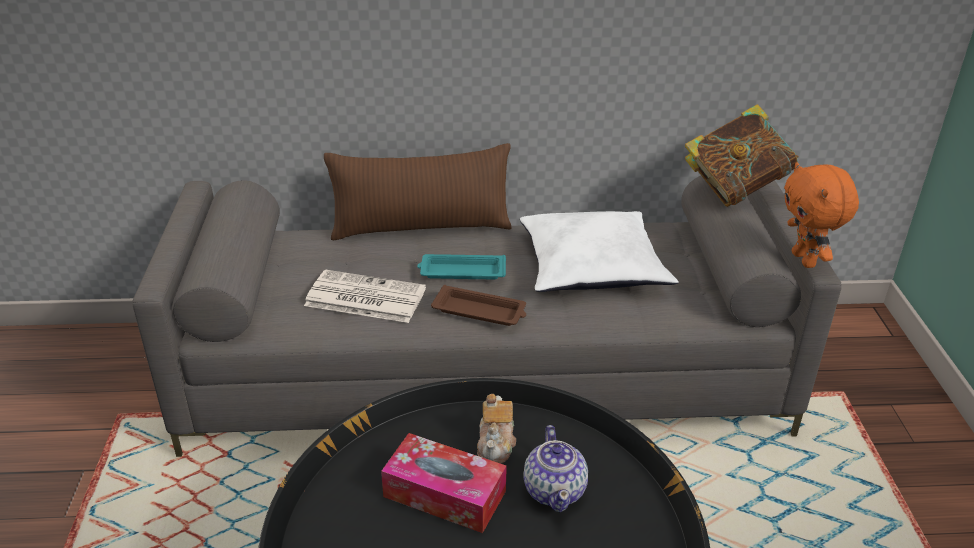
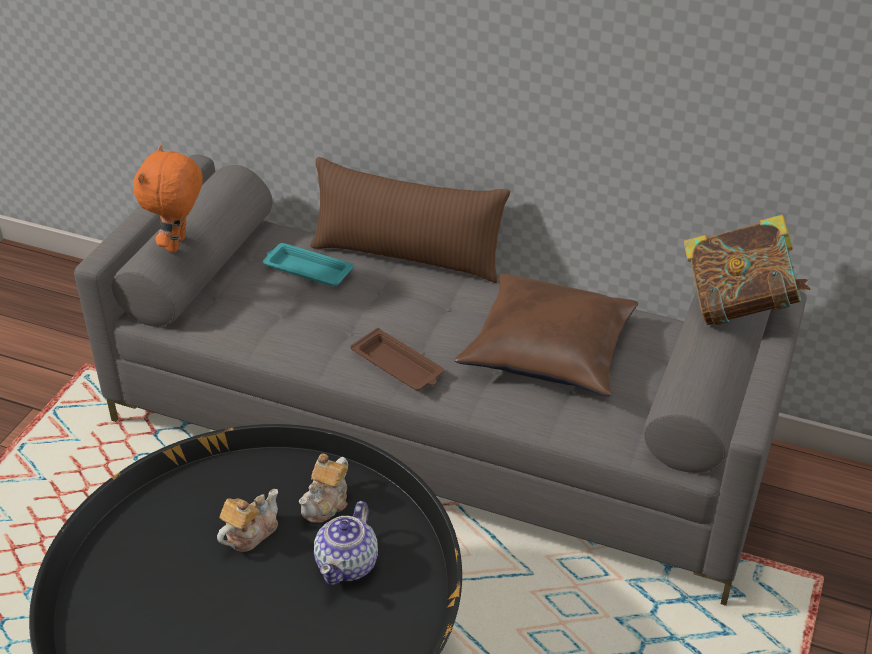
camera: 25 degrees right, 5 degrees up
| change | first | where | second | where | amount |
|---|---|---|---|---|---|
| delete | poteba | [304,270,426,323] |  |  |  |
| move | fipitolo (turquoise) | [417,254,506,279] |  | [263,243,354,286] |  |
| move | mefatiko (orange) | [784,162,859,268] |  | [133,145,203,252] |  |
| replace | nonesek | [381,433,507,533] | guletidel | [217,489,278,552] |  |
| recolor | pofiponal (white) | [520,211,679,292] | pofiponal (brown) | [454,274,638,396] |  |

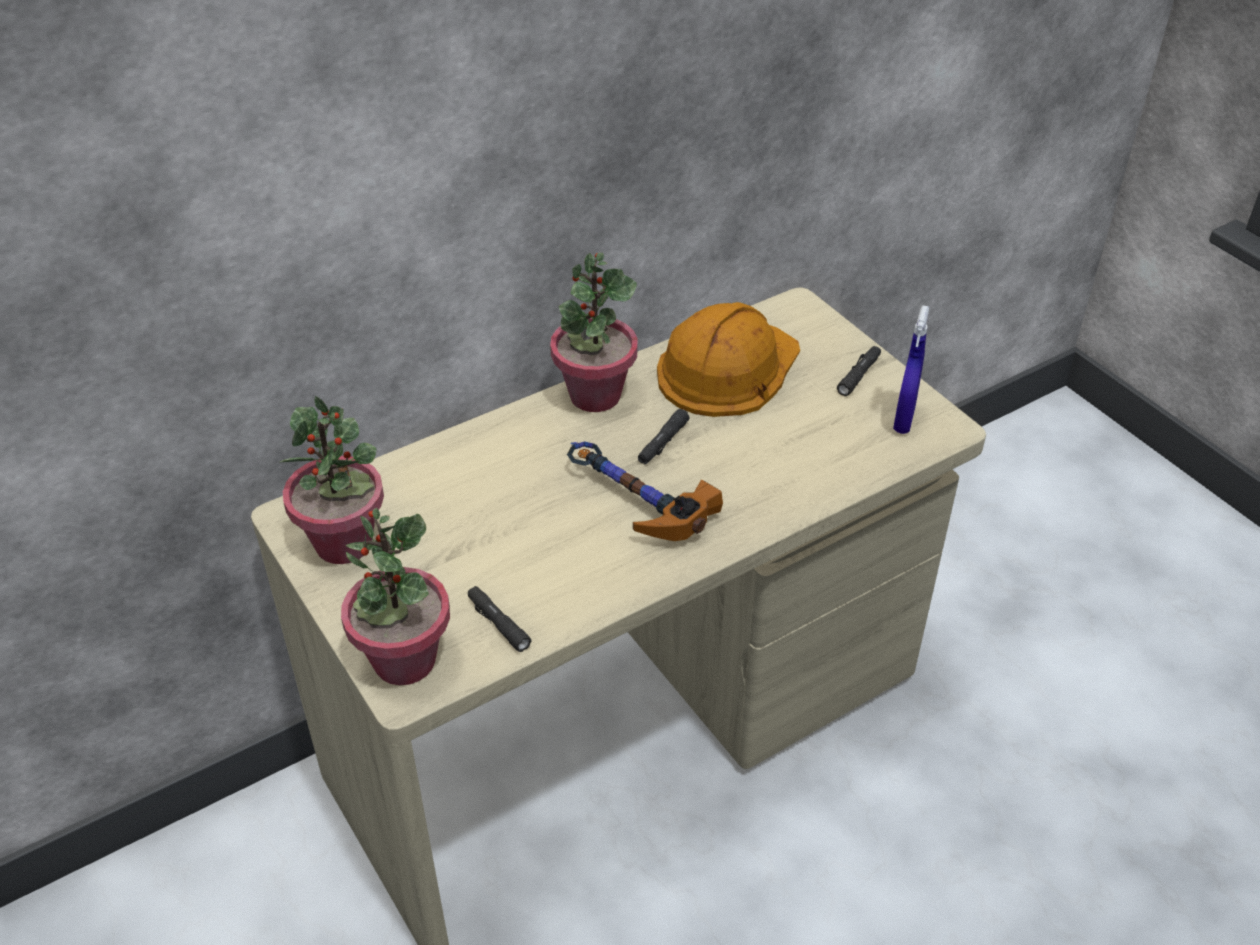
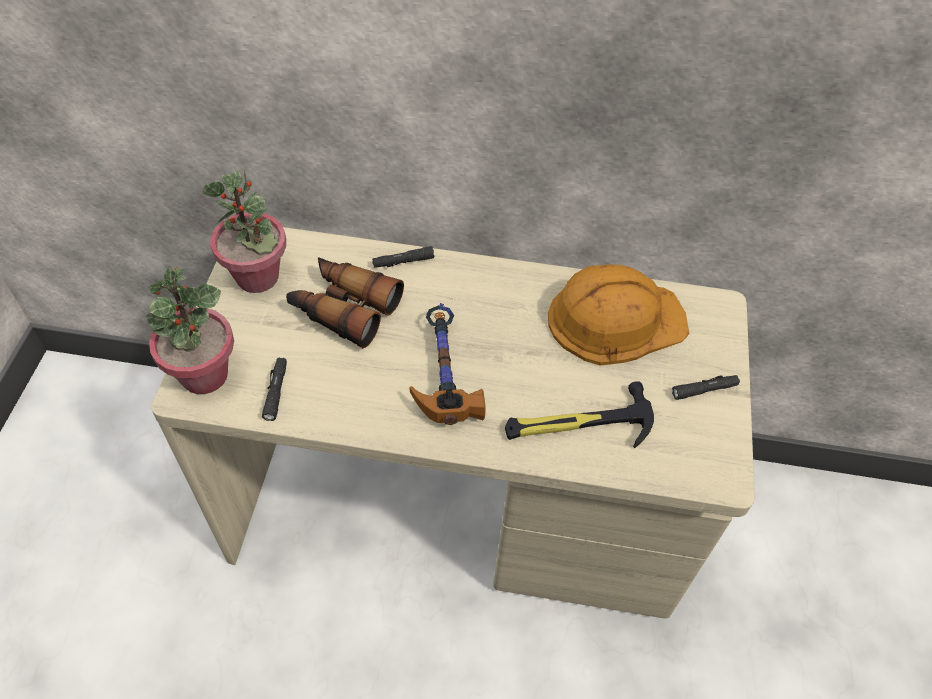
camera: 40 degrees right, 10 degrees up
| change | first | where | second | where | amount |
|---|---|---|---|---|---|
| delete | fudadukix | [550,253,638,412] |  |  |  |
| delete | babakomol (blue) | [893,306,929,434] |  |  |  |
| insert |  |  | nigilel | [286,257,404,348] |  |
| insert |  |  | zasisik | [505,381,654,448] |  |
| move | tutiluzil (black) | [638,409,690,464] |  | [372,246,434,268] |  |

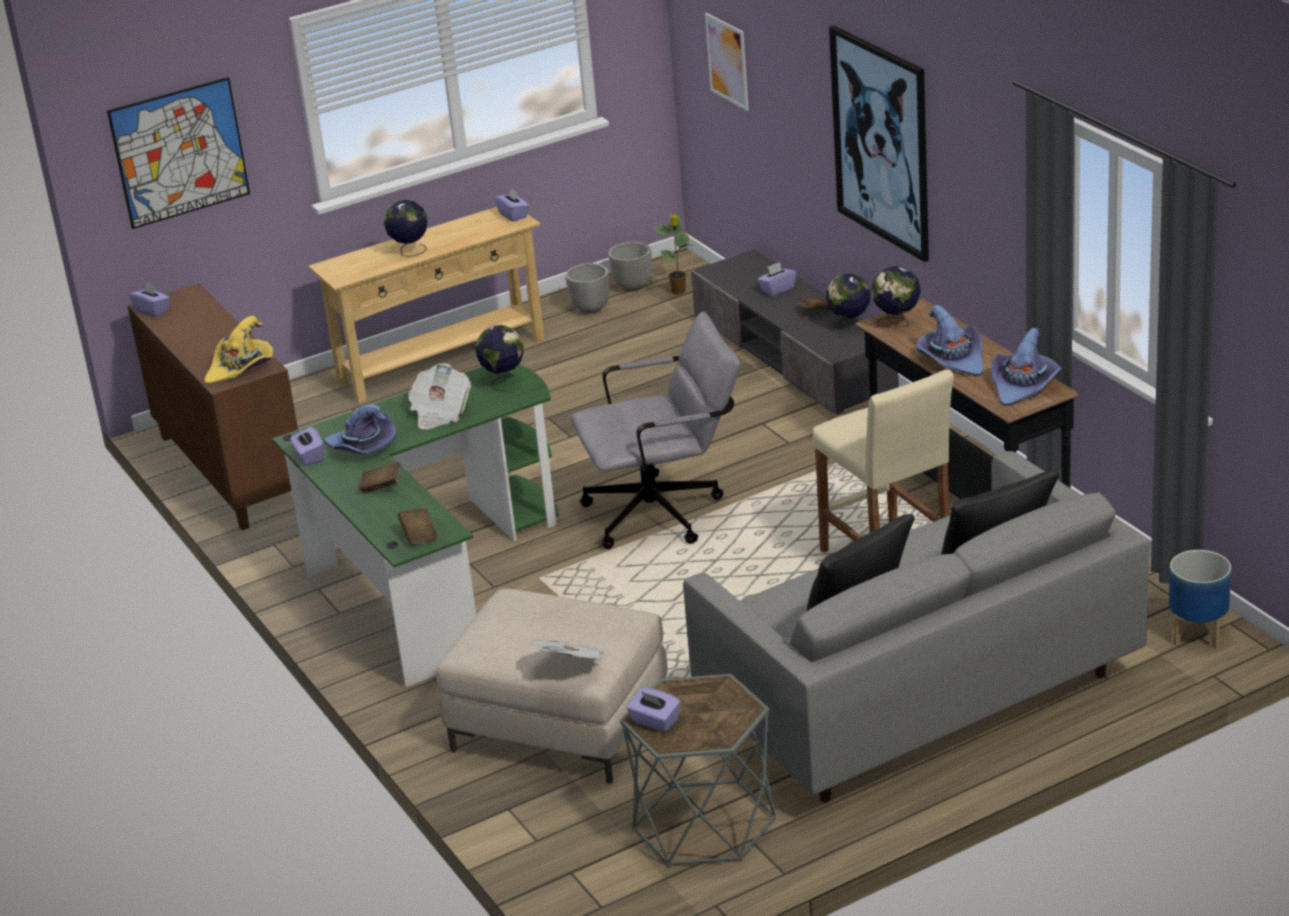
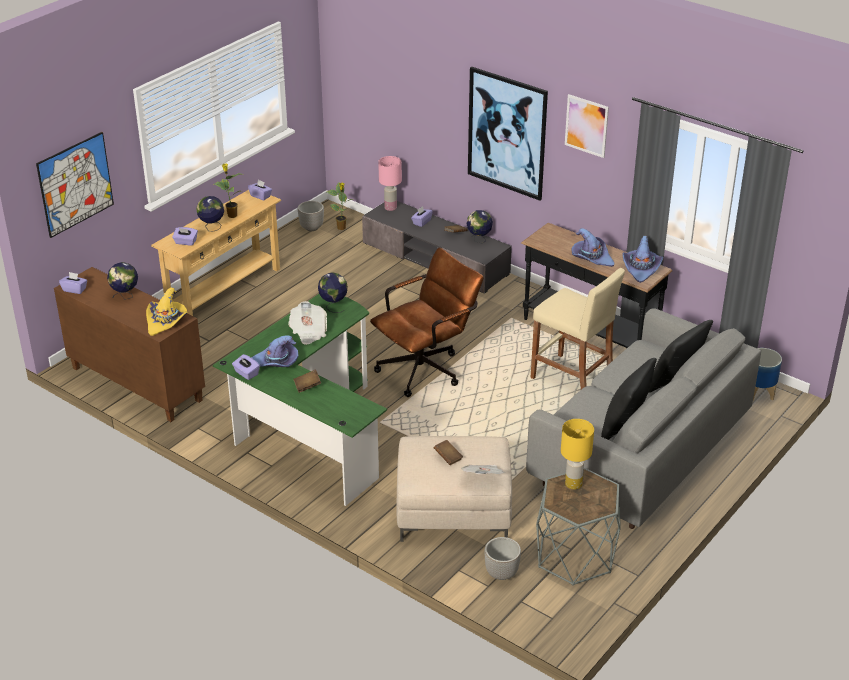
camera: 25 degrees left, 5 degrees up
| change | first | where | second | where | amount |
|---|---|---|---|---|---|
| insert |  |  | fudadukix | [214,163,244,218] |  |
| insert |  |  | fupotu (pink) | [378,156,402,211] |  |
| insert |  |  | fupotu (yellow) | [561,419,594,489] |  |
| move | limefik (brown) | [398,508,438,545] |  | [434,440,463,465] |  |
| move | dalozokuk | [565,263,609,314] |  | [484,537,521,580] |  |
| move | nonesek (purple) | [627,688,681,732] |  | [172,227,198,246] |  |
| move | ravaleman | [705,13,749,111] |  | [565,94,609,158] |  |
| move | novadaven | [872,266,921,327] |  | [107,262,138,300] |  |
| recolor | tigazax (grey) | [570,312,741,549] | tigazax (brown) | [370,248,483,397] |  |

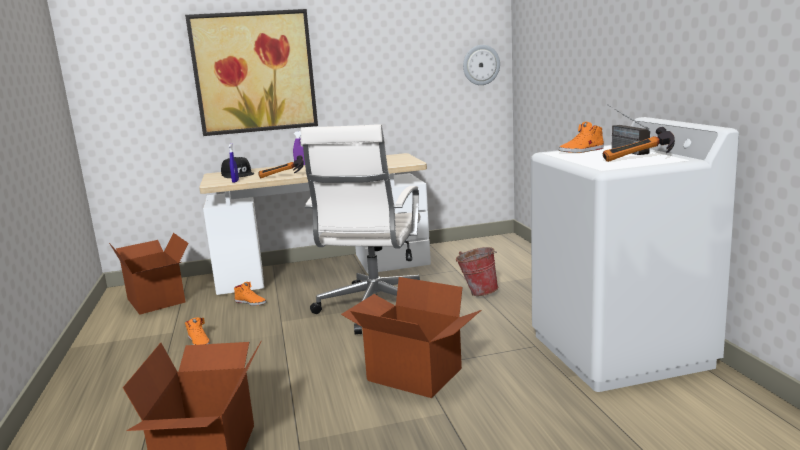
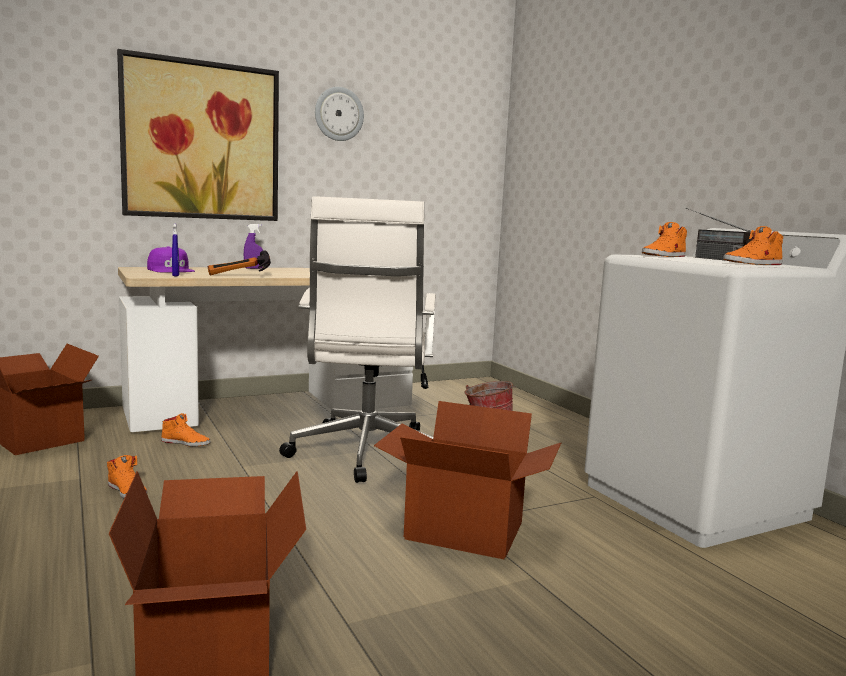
camera: 15 degrees left, 5 degrees down
| change | first | where | second | where | amount |
|---|---|---|---|---|---|
| move | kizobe | [463,45,500,85] |  | [315,87,364,141] |  |
| replace | zasisik | [603,127,675,162] | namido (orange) | [723,226,783,265] |  |
| recolor | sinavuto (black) | [221,157,254,178] | sinavuto (purple) | [147,246,195,272] |  |

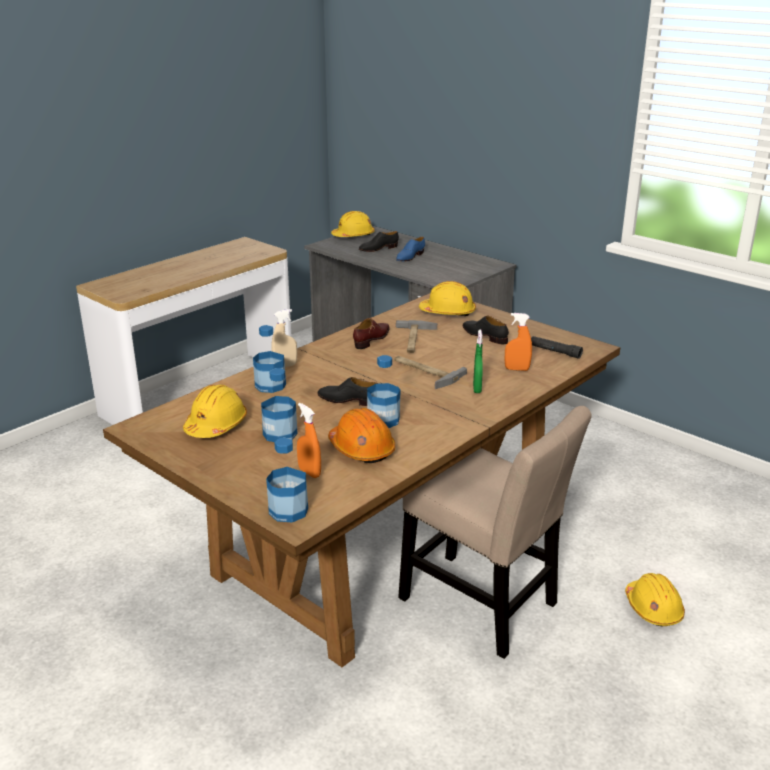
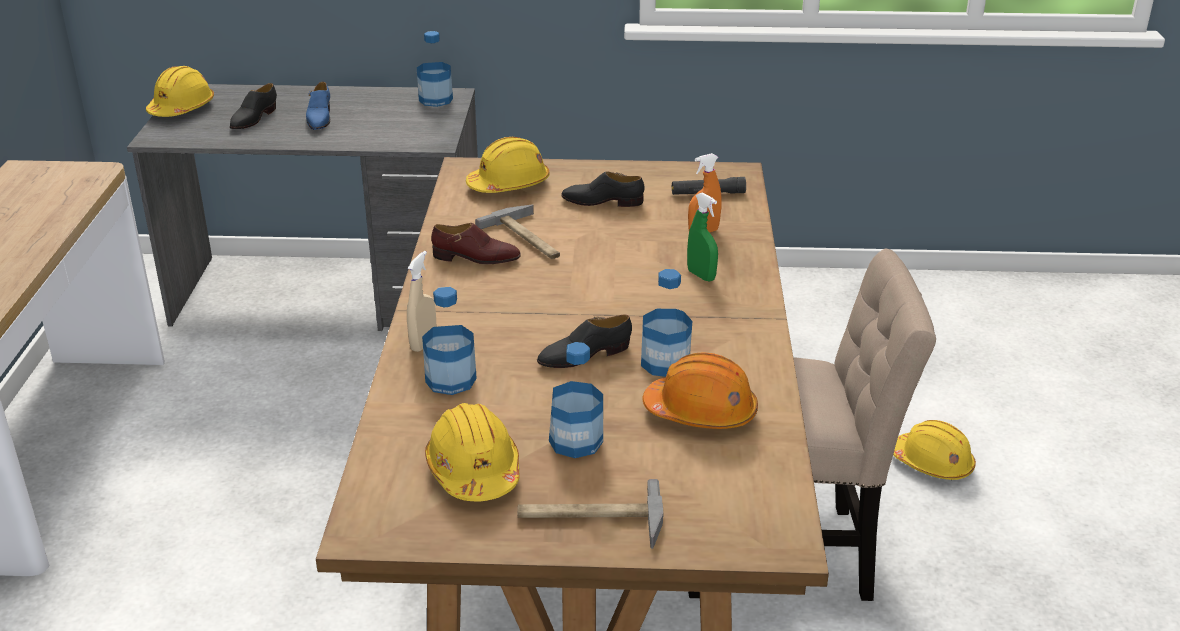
camera: 40 degrees left, 5 degrees up
| change | first | where | second | where | amount |
|---|---|---|---|---|---|
| delete | babakomol (orange) | [297,403,321,478] |  |  |  |
| move | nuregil | [266,437,308,522] |  | [417,31,453,107] |  |
| move | zasisik | [394,356,467,389] |  | [518,479,664,549] |  |
| rotate | namido (brown) | [353,318,390,349] |  | [431,223,521,264] | 105 degrees clockwise |

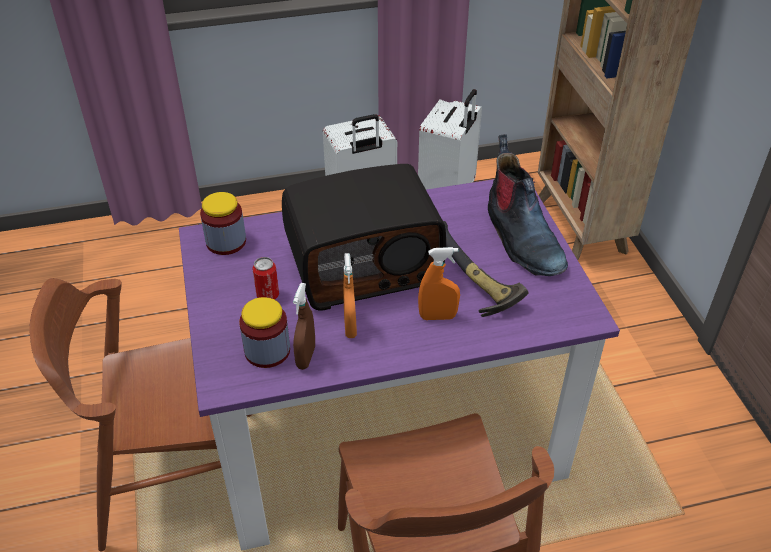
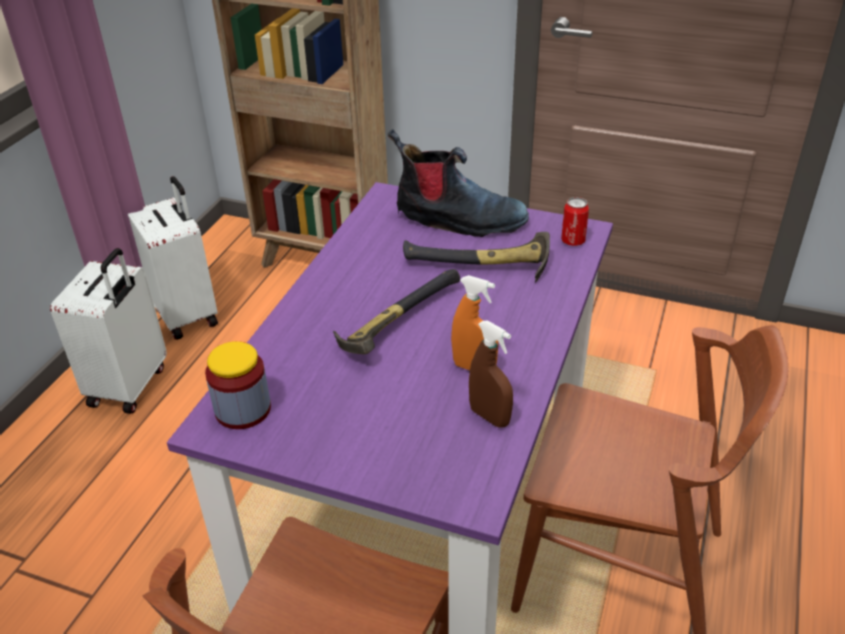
camera: 55 degrees left, 5 degrees down
| change | first | where | second | where | amount |
|---|---|---|---|---|---|
| delete | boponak | [239,297,290,368] |  |  |  |
| delete | babakomol (orange) | [418,247,460,320] |  |  |  |
| move | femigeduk | [252,257,279,300] |  | [561,197,589,246] |  |
| replace | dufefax | [282,164,446,311] | zasisik | [333,269,460,354] |  |

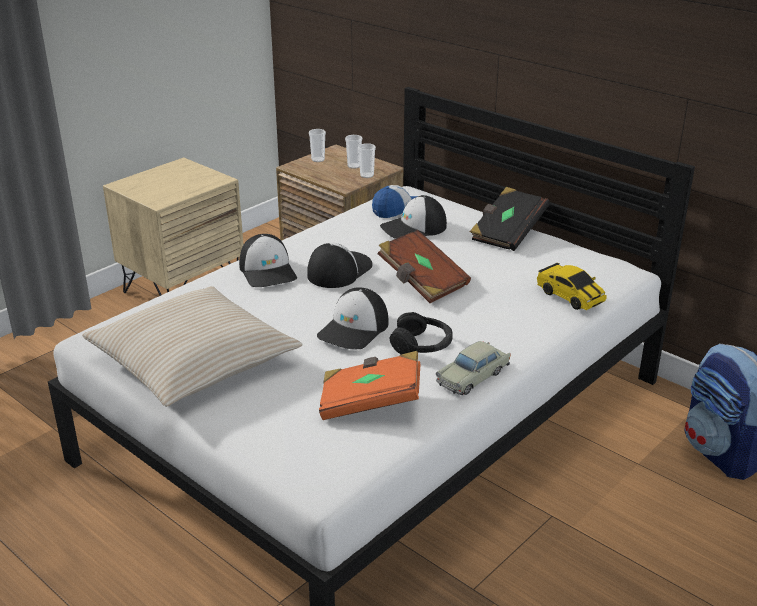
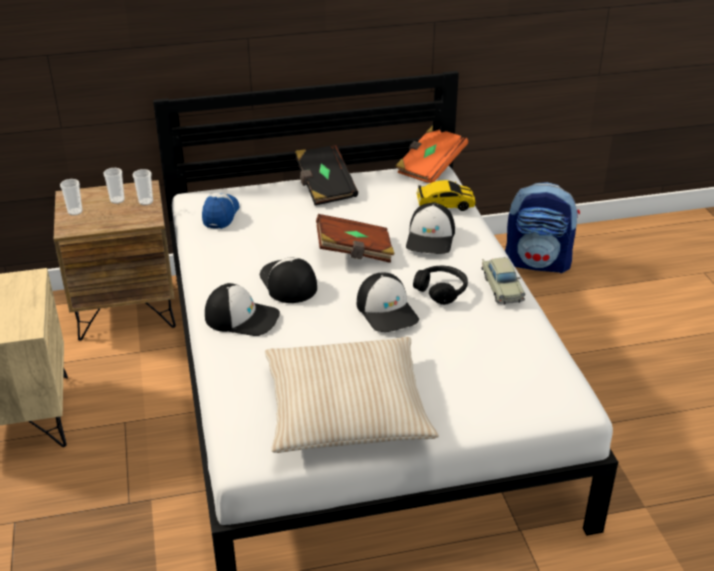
camera: 55 degrees left, 5 degrees up
| change | first | where | second | where | amount |
|---|---|---|---|---|---|
| move | limefik (orange) | [319,351,420,420] |  | [396,125,468,183] |  |
| move | sinavuto | [380,195,447,239] |  | [406,203,455,254] |  |

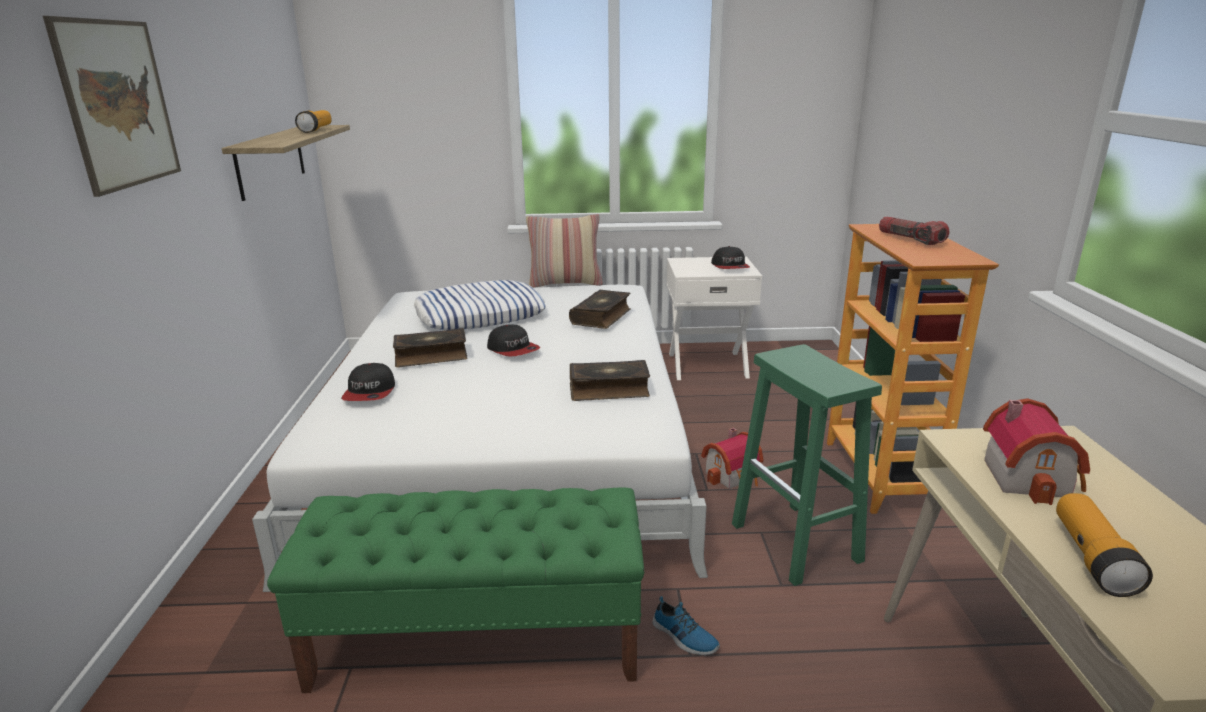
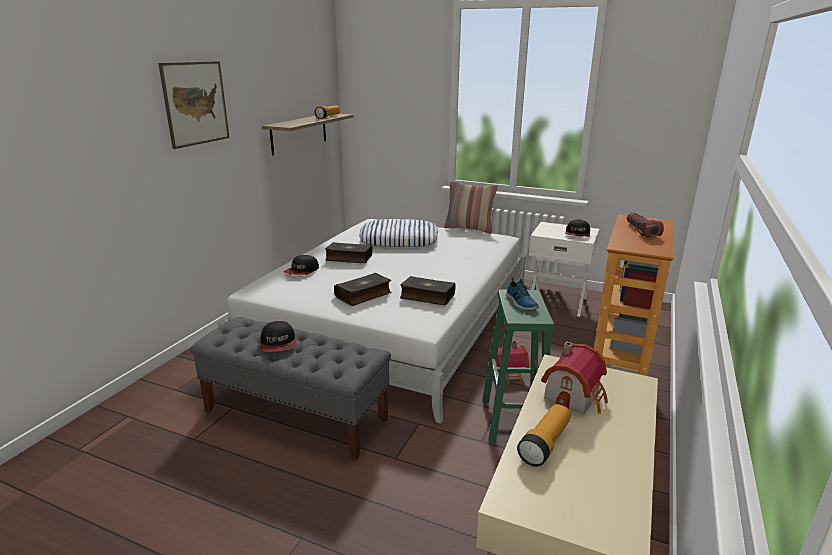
camera: 25 degrees right, 0 degrees up
| change | first | where | second | where | amount |
|---|---|---|---|---|---|
| move | sinavuto | [487,325,540,356] |  | [261,321,296,352] |  |
| move | limefik | [569,290,631,329] |  | [334,273,392,306] |  |
| move | namido | [653,596,720,655] |  | [506,277,539,310] |  |
| recolor | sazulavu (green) | [267,488,644,693] | sazulavu (grey) | [190,317,391,460] |  |

